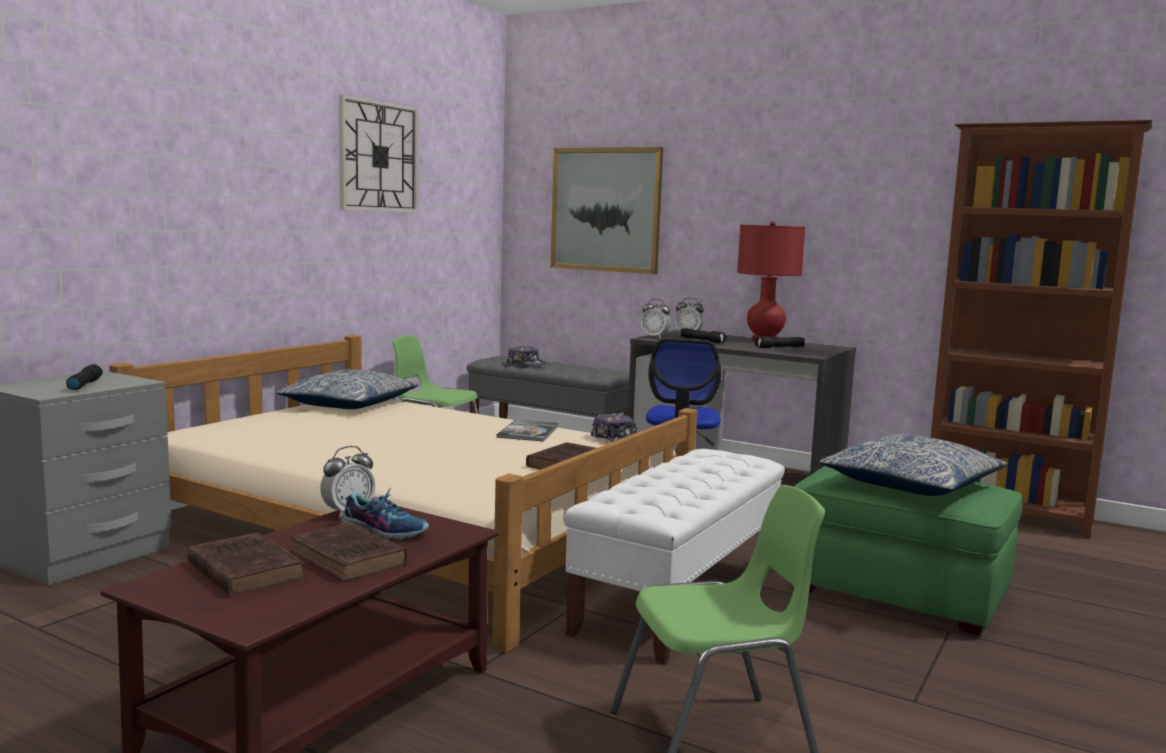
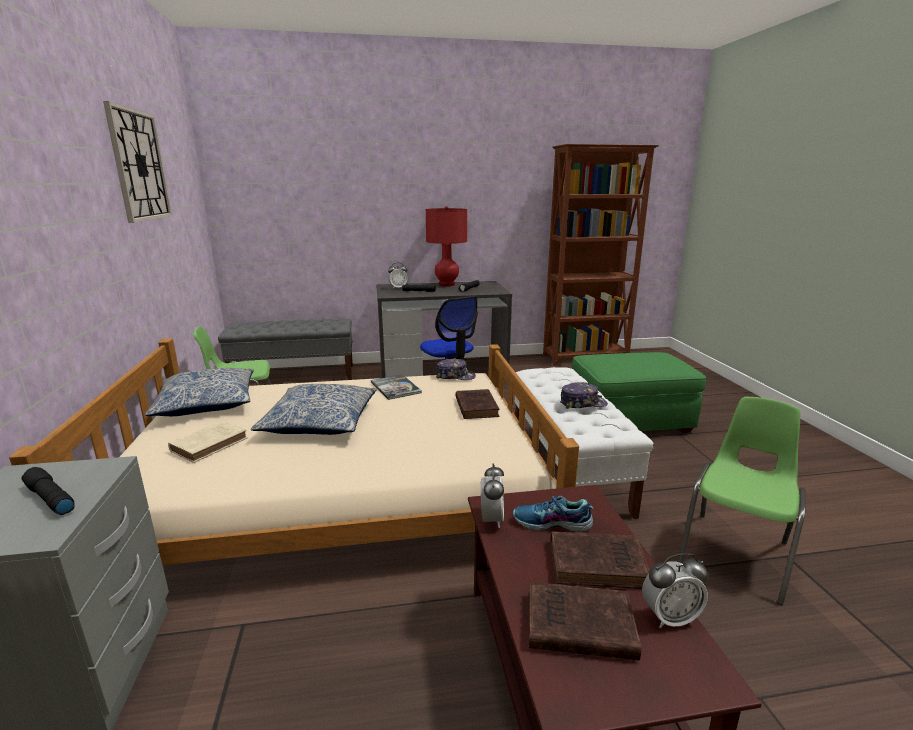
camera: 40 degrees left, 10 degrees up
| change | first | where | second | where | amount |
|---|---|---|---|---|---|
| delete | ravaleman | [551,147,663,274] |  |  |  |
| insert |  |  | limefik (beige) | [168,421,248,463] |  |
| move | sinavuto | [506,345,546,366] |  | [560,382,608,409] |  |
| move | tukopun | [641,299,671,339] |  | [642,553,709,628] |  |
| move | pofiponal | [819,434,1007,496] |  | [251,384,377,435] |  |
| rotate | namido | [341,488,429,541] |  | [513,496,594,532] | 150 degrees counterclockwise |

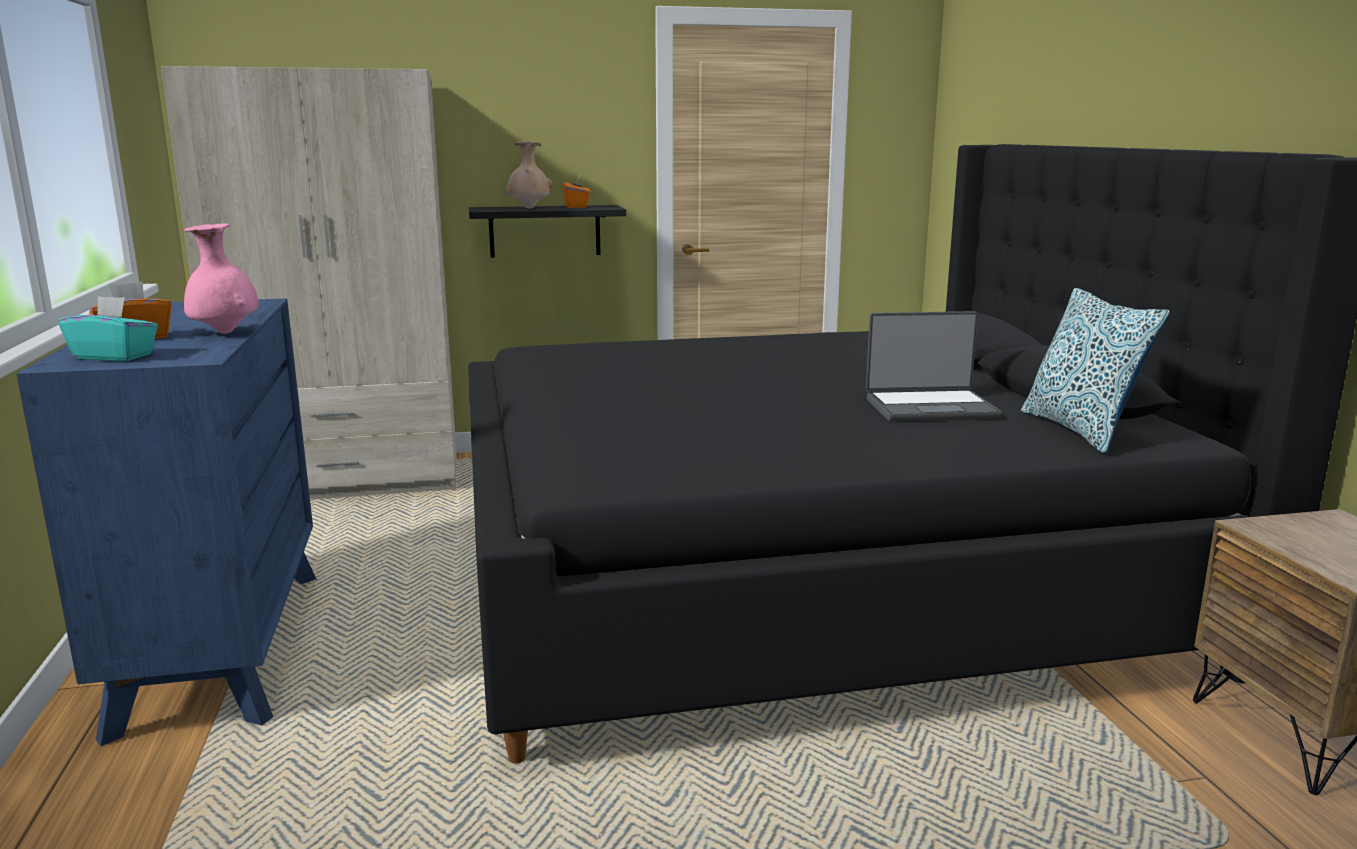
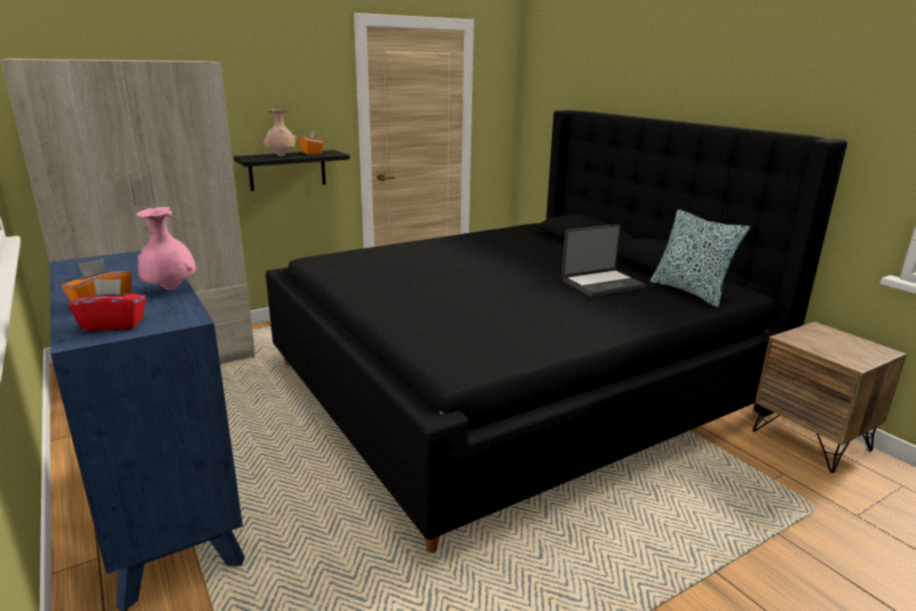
camera: 20 degrees left, 5 degrees up
| change | first | where | second | where | amount |
|---|---|---|---|---|---|
| recolor | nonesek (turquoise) | [58,296,158,361] | nonesek (red) | [68,279,146,331] |  |

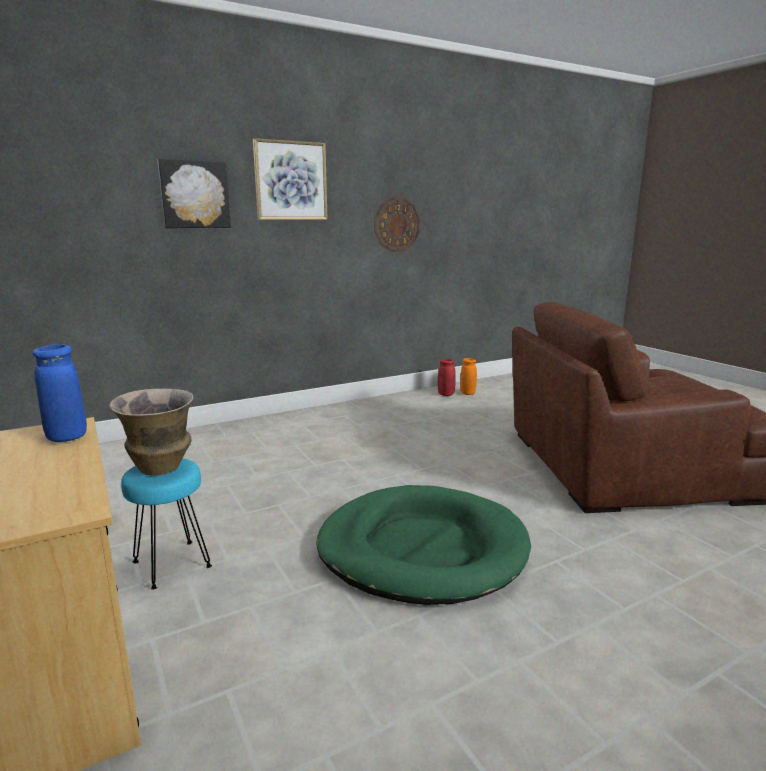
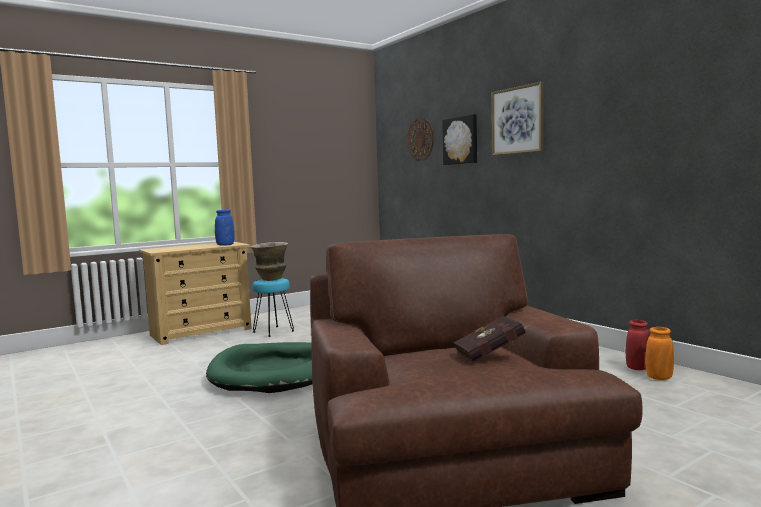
camera: 85 degrees right, 10 degrees down
| change | first | where | second | where | amount |
|---|---|---|---|---|---|
| insert |  |  | limefik (red) | [453,316,529,362] |  |
| move | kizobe | [375,198,420,252] |  | [407,118,434,161] |  |

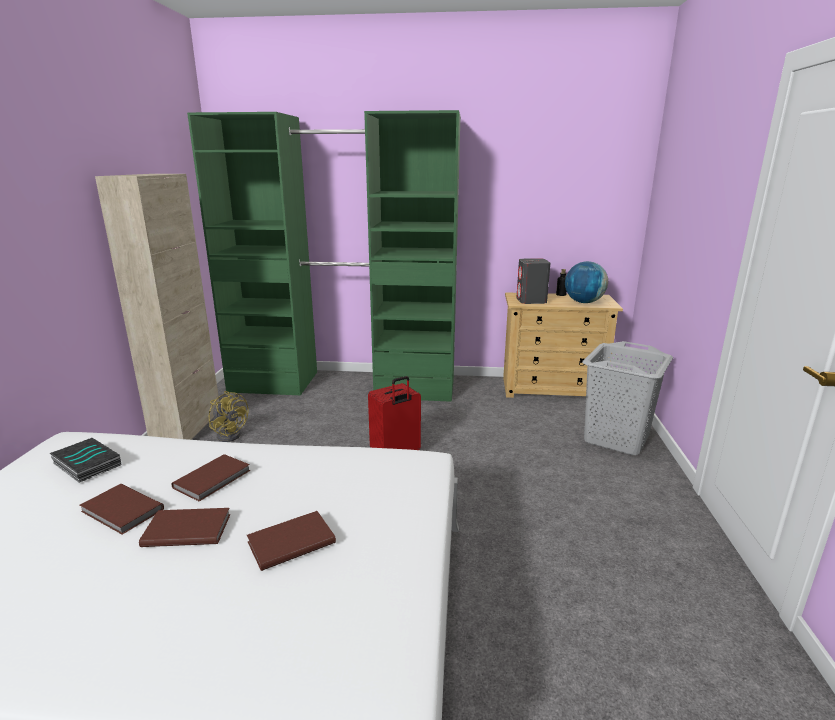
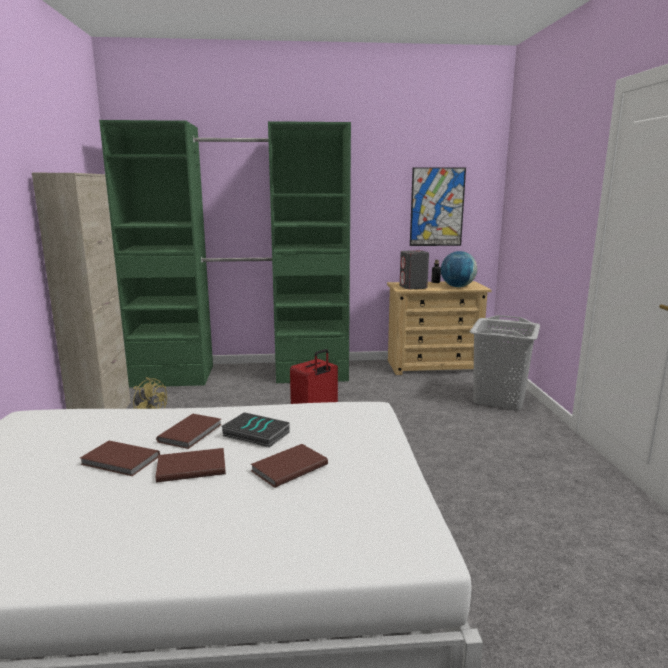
camera: 10 degrees left, 5 degrees down
| change | first | where | second | where | amount |
|---|---|---|---|---|---|
| insert |  |  | ravaleman | [410,167,466,246] |  |
| move | limefik | [50,438,122,483] |  | [221,412,290,448] |  |

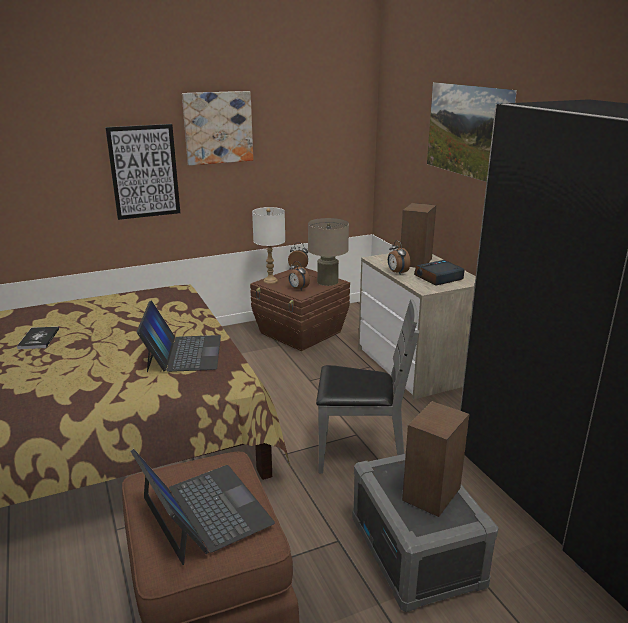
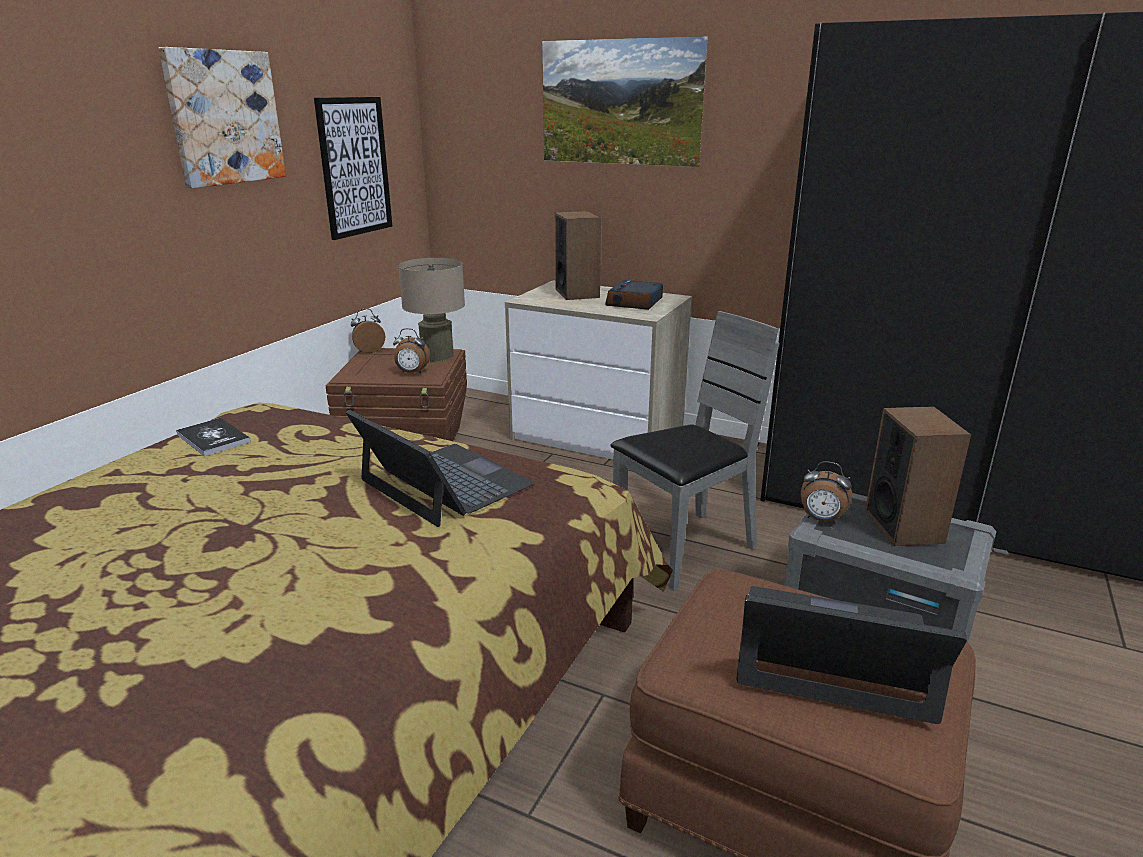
camera: 40 degrees left, 0 degrees up
| change | first | where | second | where | amount |
|---|---|---|---|---|---|
| delete | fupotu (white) | [252,207,285,284] |  |  |  |
| move | limefik | [17,327,59,349] |  | [176,418,251,456] |  |
| move | ravaleman | [105,124,180,220] |  | [314,97,392,240] |  |
| move | tukopun | [388,240,410,274] |  | [801,461,852,524] |  |

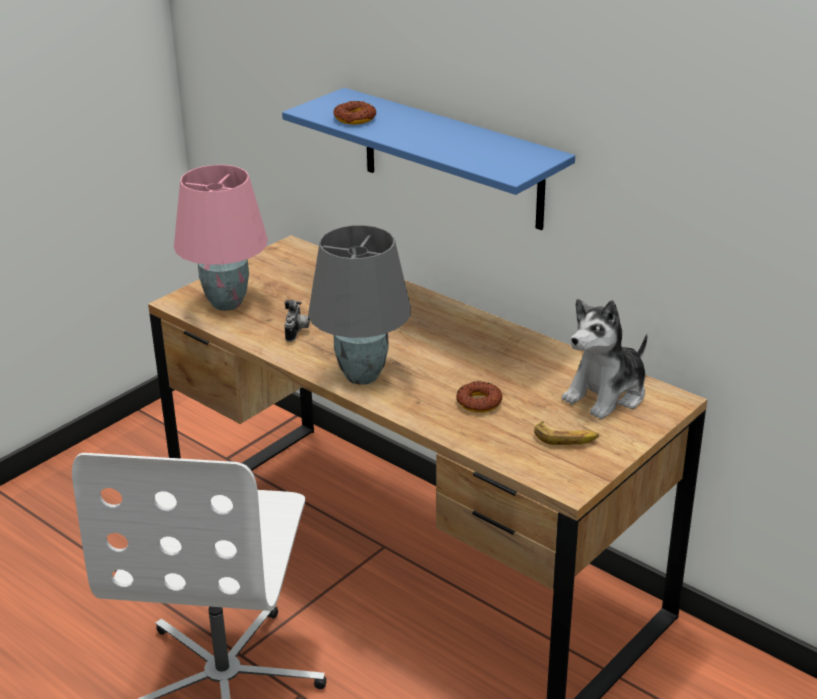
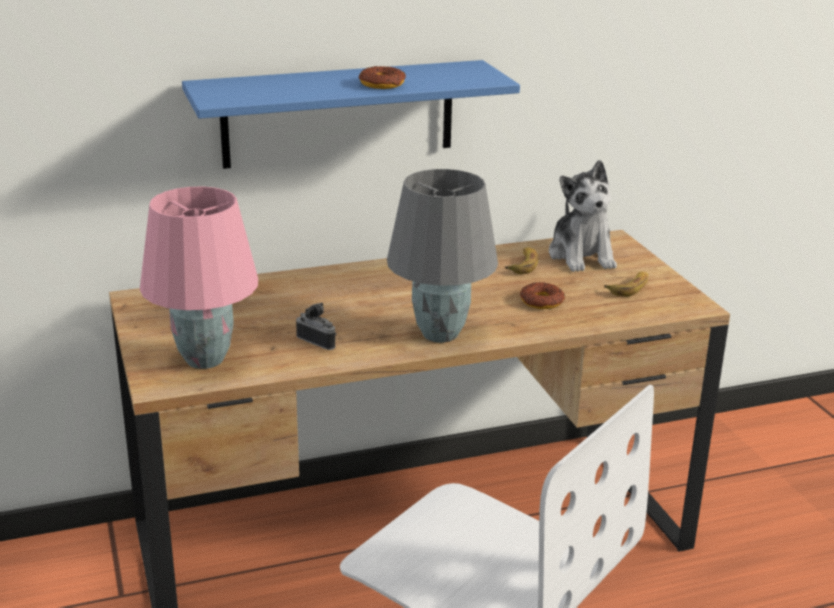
camera: 60 degrees left, 5 degrees down
| change | first | where | second | where | amount |
|---|---|---|---|---|---|
| insert |  |  | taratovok | [505,247,538,274] |  |
| move | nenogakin | [333,101,376,125] |  | [359,66,406,89] |  |

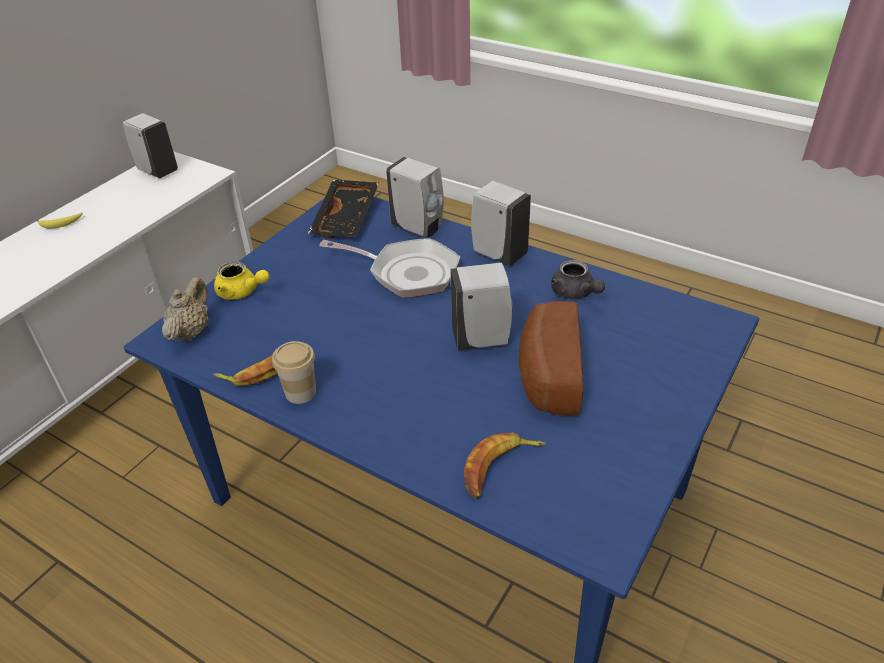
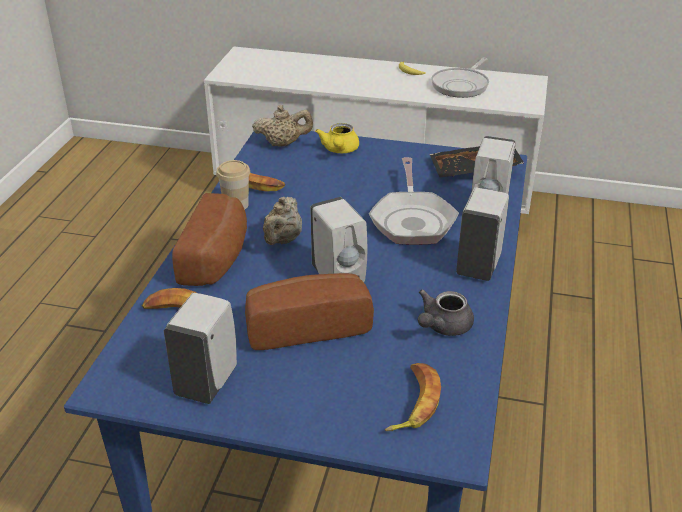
camera: 70 degrees right, 5 degrees down
| change | first | where | second | where | amount |
|---|---|---|---|---|---|
| insert |  |  | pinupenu | [172,193,247,286] |  |
| insert |  |  | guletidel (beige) | [263,197,302,245] |  |
| insert |  |  | taratovok | [385,363,441,431] |  |
| insert |  |  | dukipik | [431,58,489,98] |  |
| move | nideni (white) | [123,113,178,178] |  | [164,293,237,404] |  |

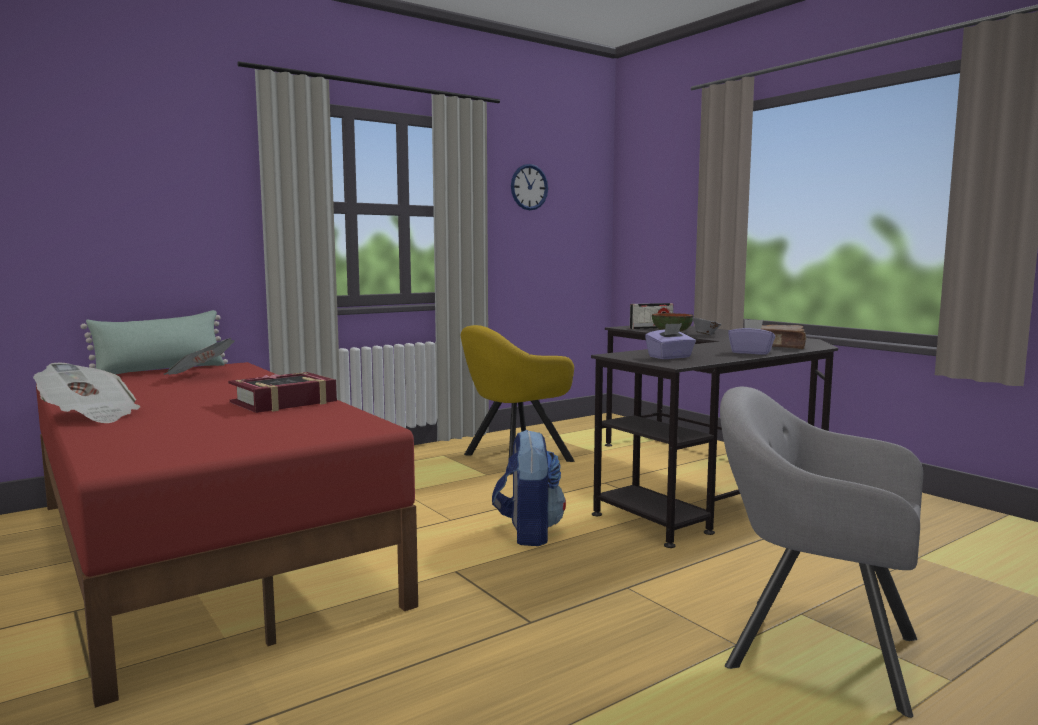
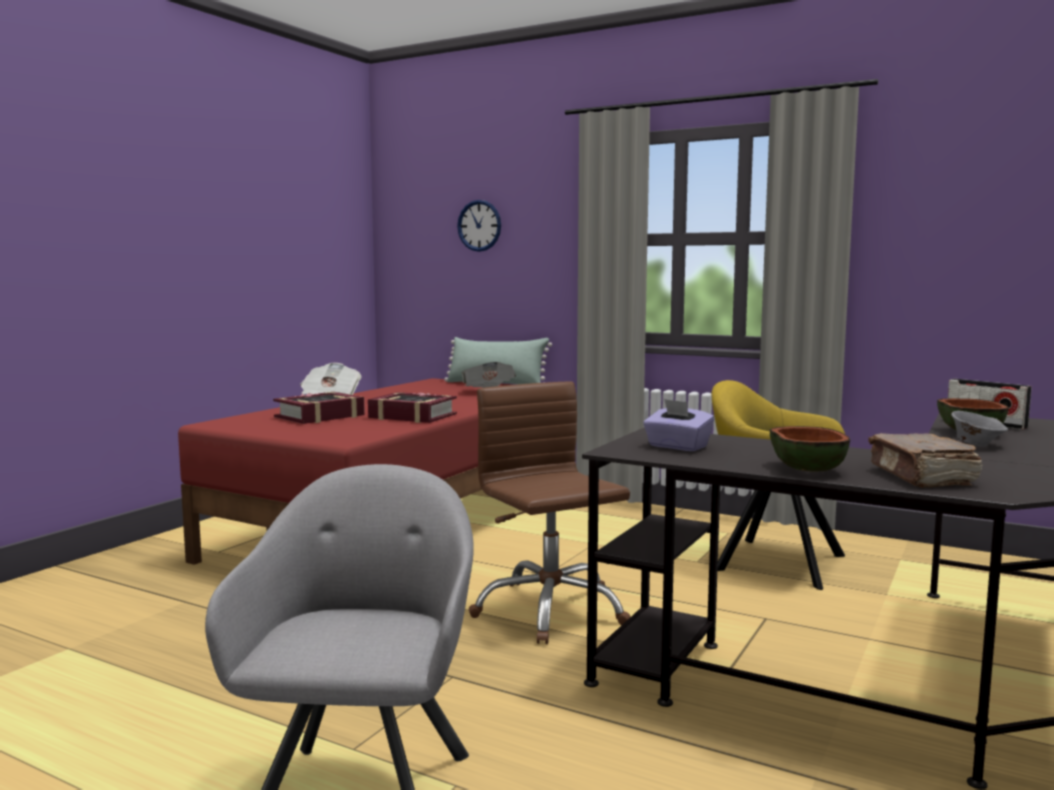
camera: 65 degrees right, 0 degrees up
| change | first | where | second | where | amount |
|---|---|---|---|---|---|
| insert |  |  | limefik | [273,392,365,424] |  |
| move | kizobe | [511,164,548,210] |  | [457,200,501,252] |  |
| replace | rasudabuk | [492,429,566,546] | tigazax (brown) | [468,382,630,644] |  |
| replace | nonesek (purple) | [728,319,775,355] | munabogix | [770,426,850,471] |  |

